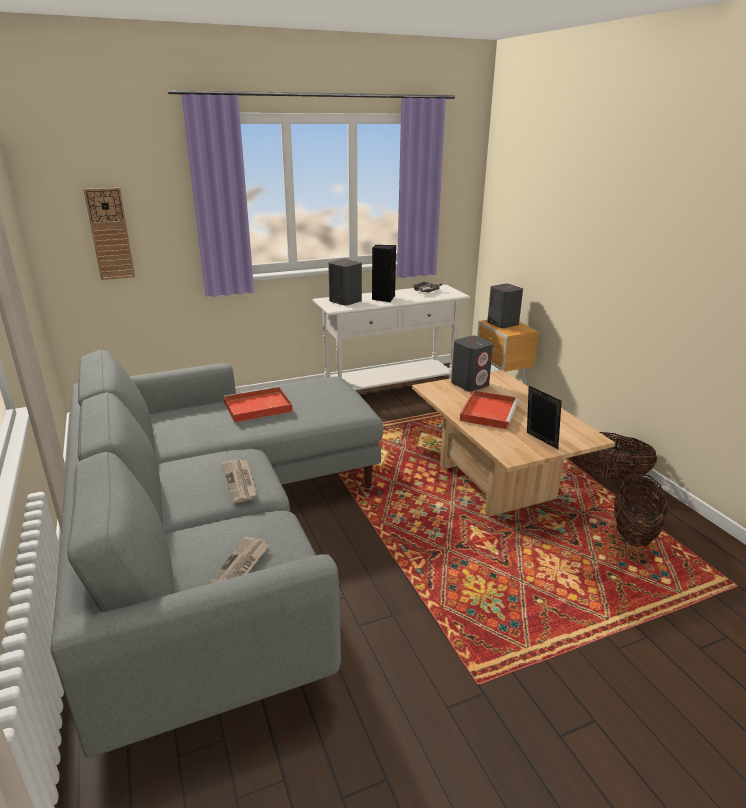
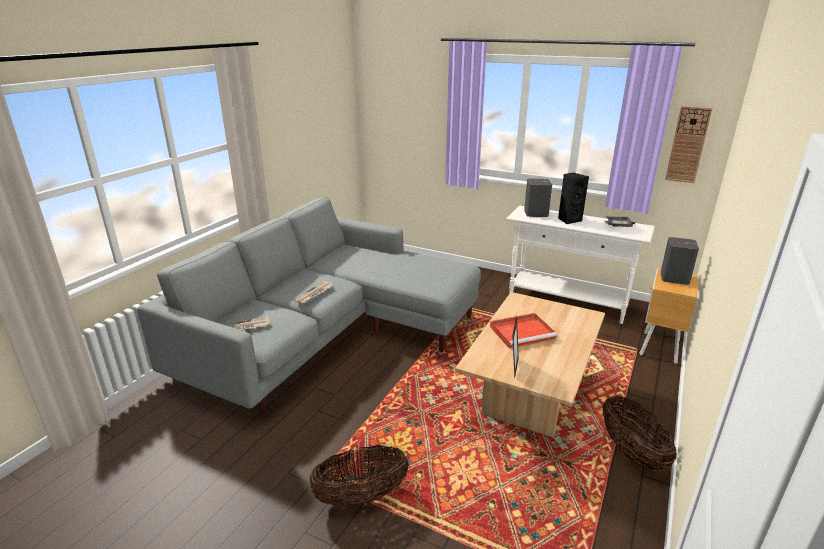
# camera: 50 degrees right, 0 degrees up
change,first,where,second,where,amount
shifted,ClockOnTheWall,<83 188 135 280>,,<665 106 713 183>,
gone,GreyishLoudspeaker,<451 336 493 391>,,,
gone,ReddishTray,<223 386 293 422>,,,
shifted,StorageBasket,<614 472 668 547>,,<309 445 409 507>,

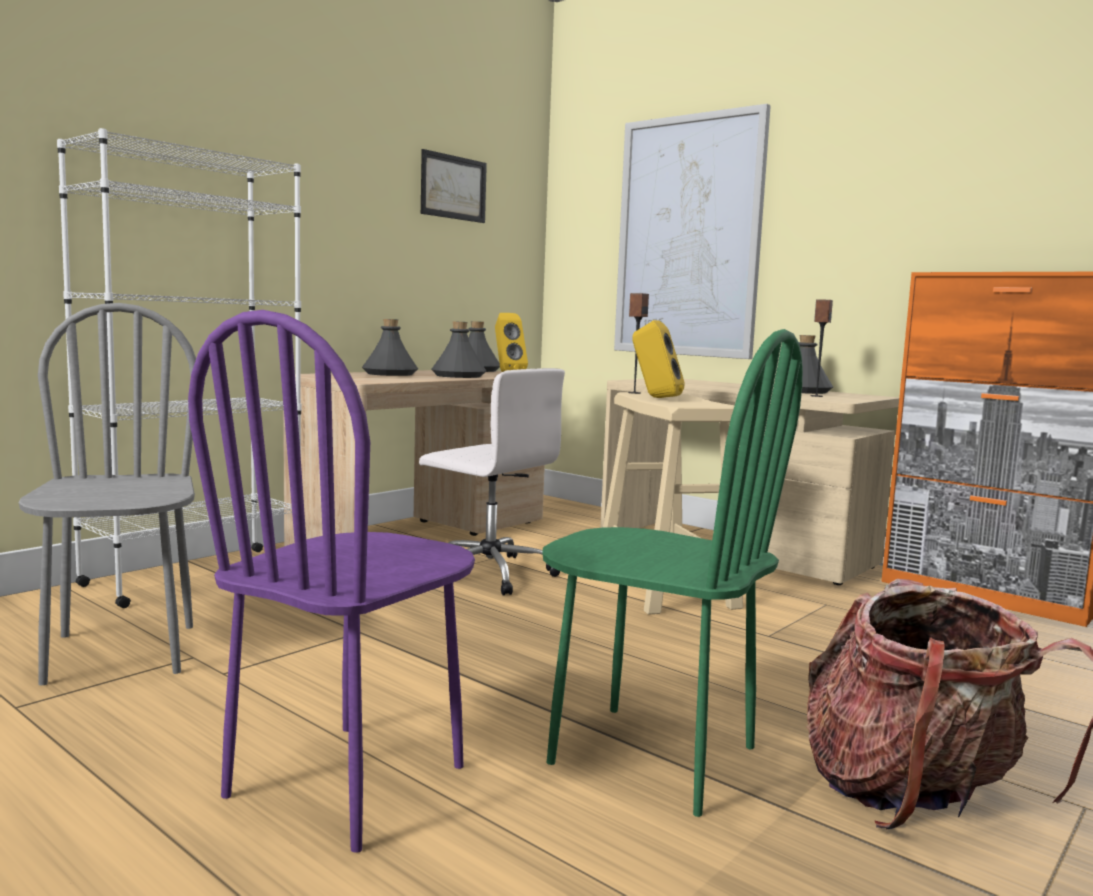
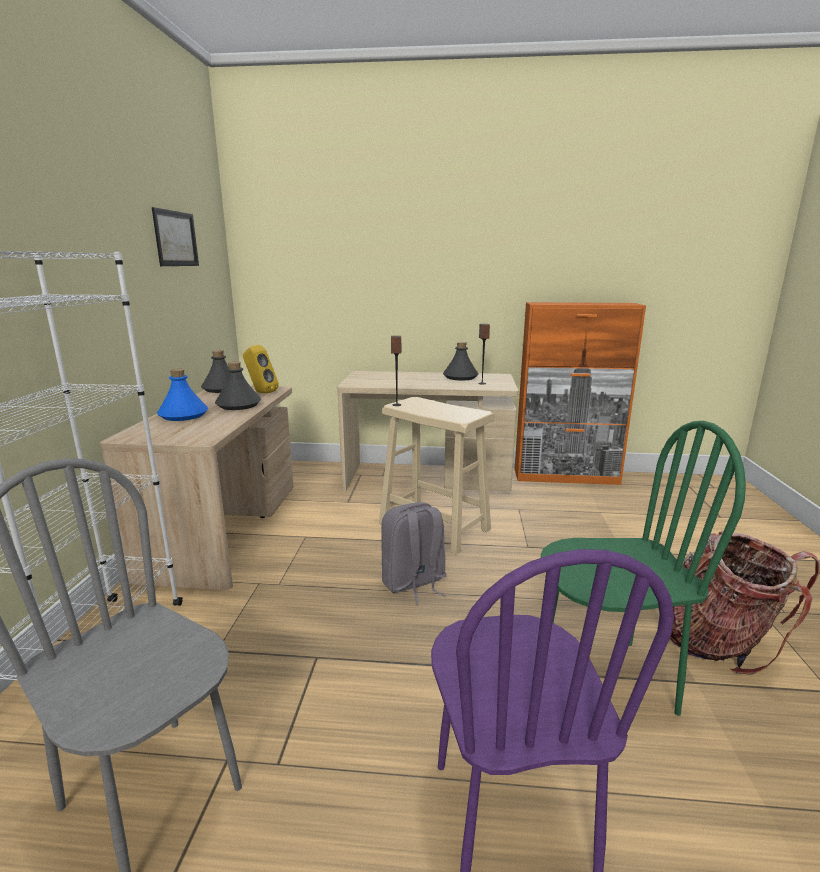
# camera: 35 degrees left, 10 degrees up
change,first,where,second,where,amount
gone,Picture,<614 104 771 359>,,,
repainted,GreyishDrinkBottle,<362 319 418 376>,BlueDrinkBottle,<157 369 208 421>,
gone,YellowishLoudspeaker,<632 320 685 398>,,,
gone,WhiteOfficeChair,<419 368 565 596>,,,
new,,,GreyishKnapsack,<381 502 447 605>,

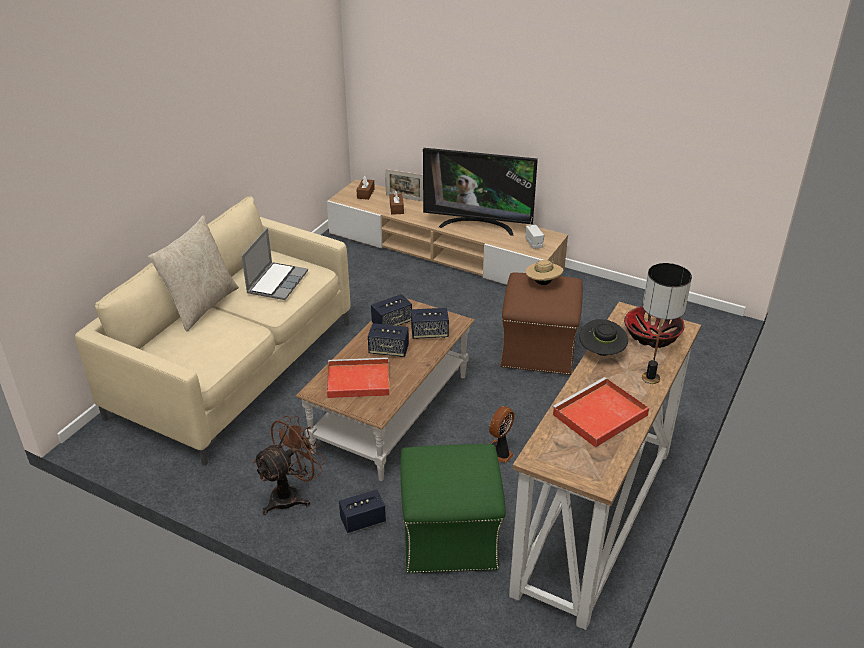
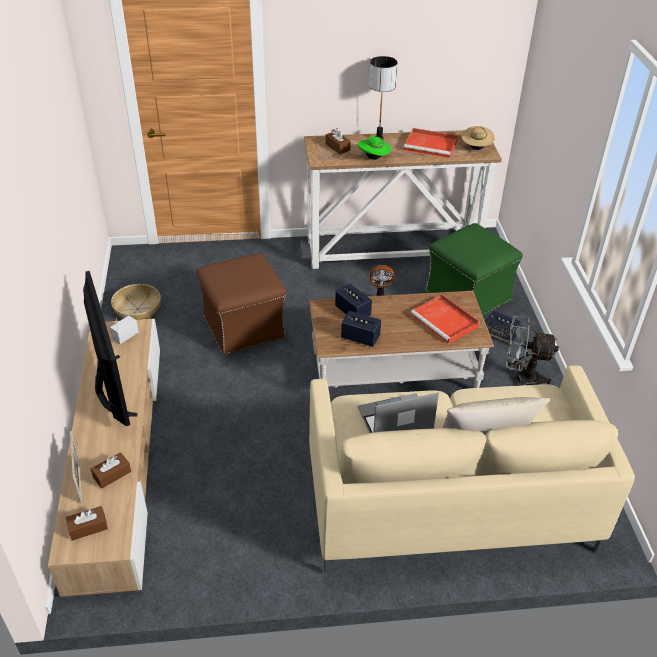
# camera: 125 degrees left, 5 degrees up
change,first,where,second,where,amount
shifted,SandColouredWearableHat,<526 258 563 285>,,<461 126 495 150>,
swapped,DeepDish,<624 306 685 348>,BrownishTissueBox,<325 128 351 154>,
repainted,BlackishWearableHat,<579 319 628 356>,GreenishWearableHat,<358 136 391 160>,
gone,Loudspeaker,<368 323 409 357>,,,
repainted,BrownishElectricFan,<252 415 326 515>,GreyishElectricFan,<506 316 559 386>,
new,,,StorageBasket,<111 284 161 320>,

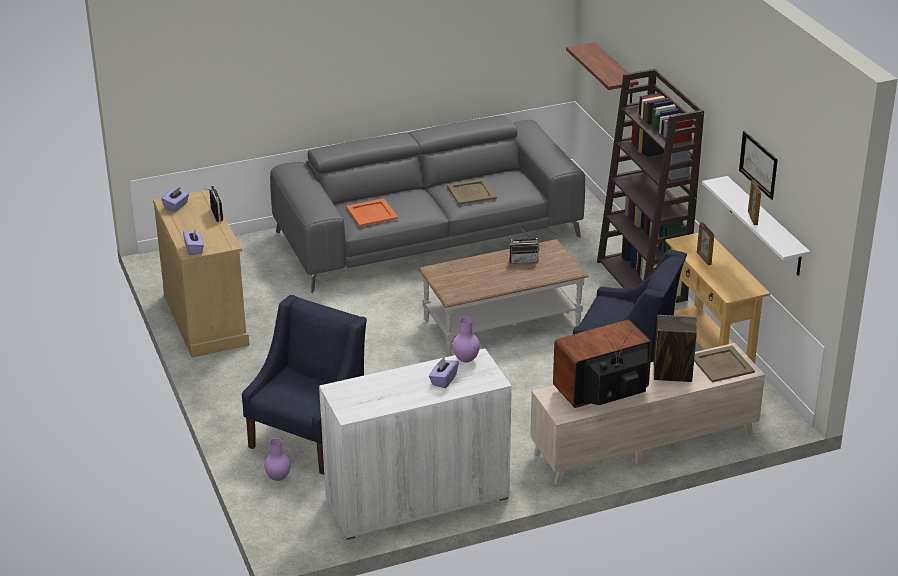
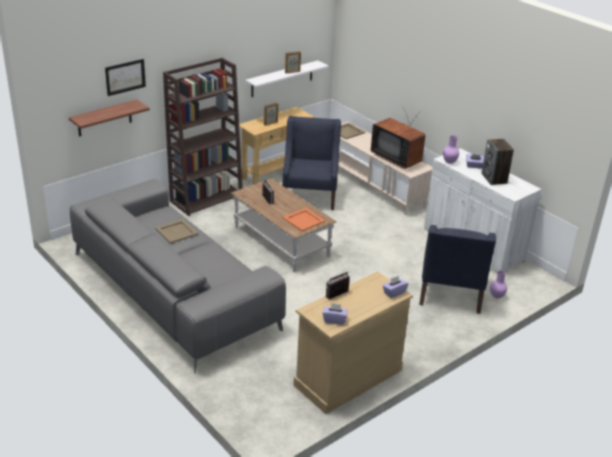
# camera: 110 degrees left, 0 degrees up
change,first,where,second,where,amount
shifted,Picture,<739 131 778 200>,,<105 59 146 96>,
shifted,OrangeColouredTray,<346 198 398 227>,,<283 208 325 231>,
rotated,BlueEasyChair,<242 295 367 475>,,<419 225 496 314>,90 degrees counterclockwise
shifted,Loudspeaker,<654 315 697 382>,,<482 139 514 185>,

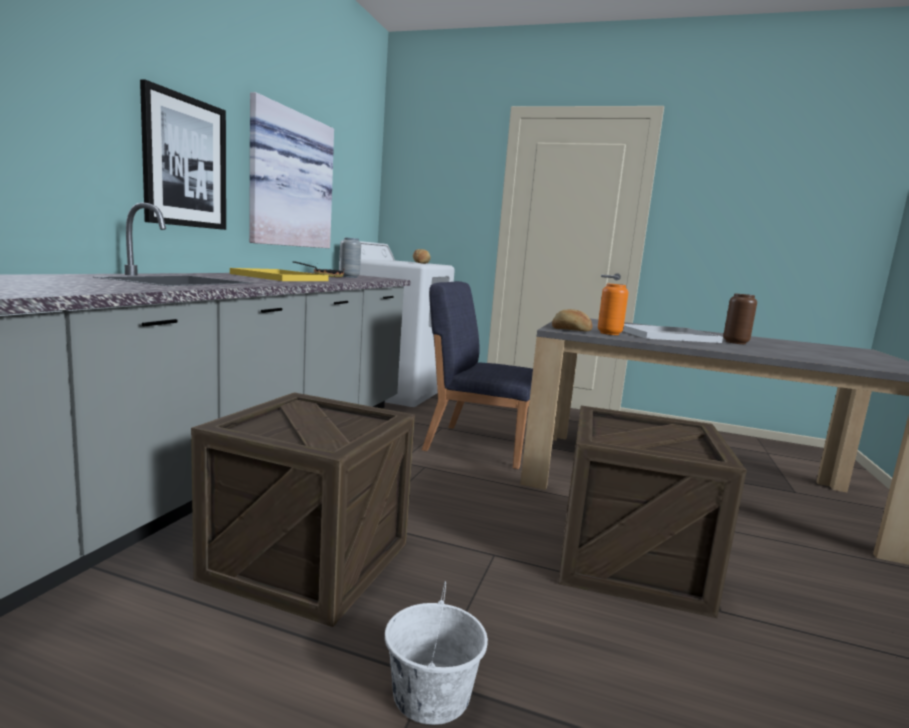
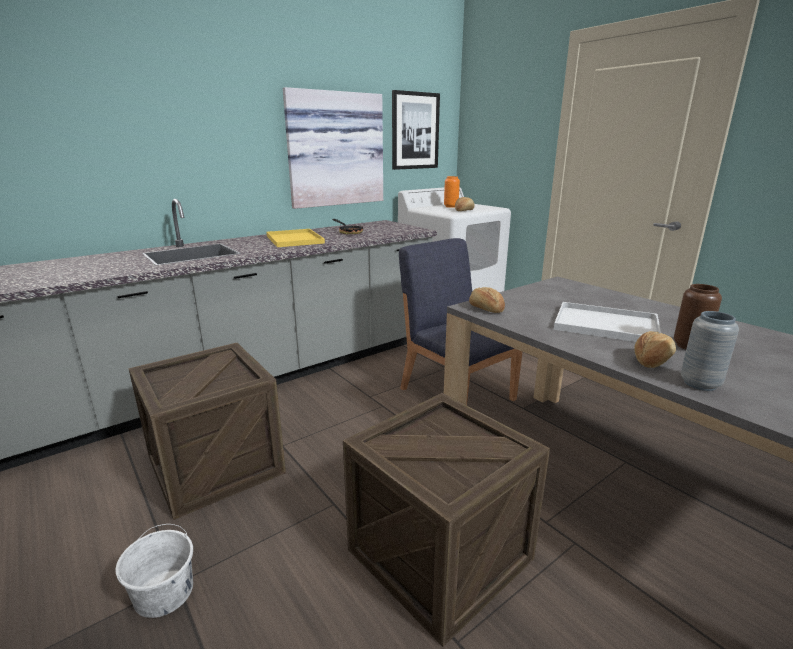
# camera: 35 degrees right, 10 degrees up
change,first,where,second,where,amount
shifted,Picture,<140 79 226 230>,,<392 90 440 170>,
shifted,GreyishVase,<340 237 361 278>,,<681 311 739 391>,
shifted,OrangeColouredVase,<598 283 628 335>,,<444 176 460 208>,
new,,,Bread,<634 331 676 368>,

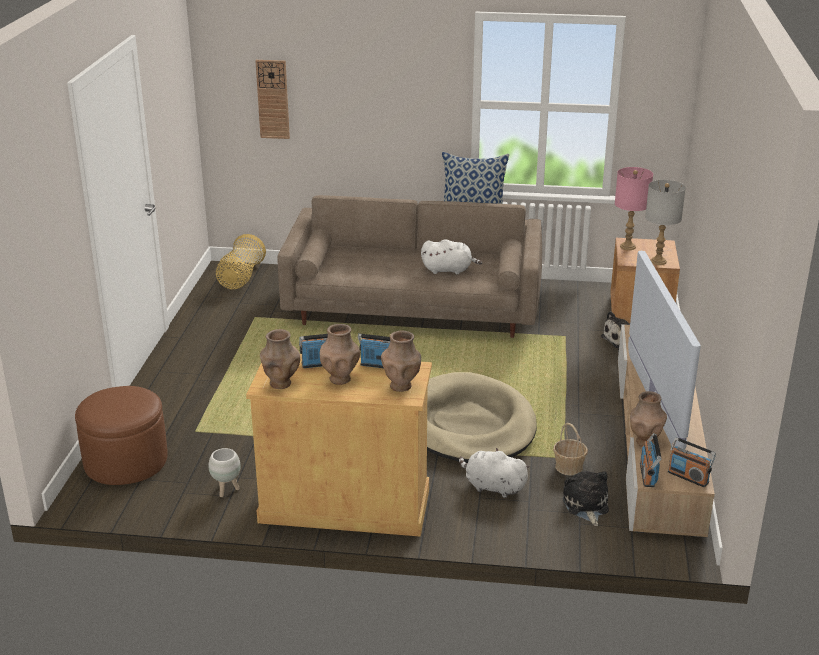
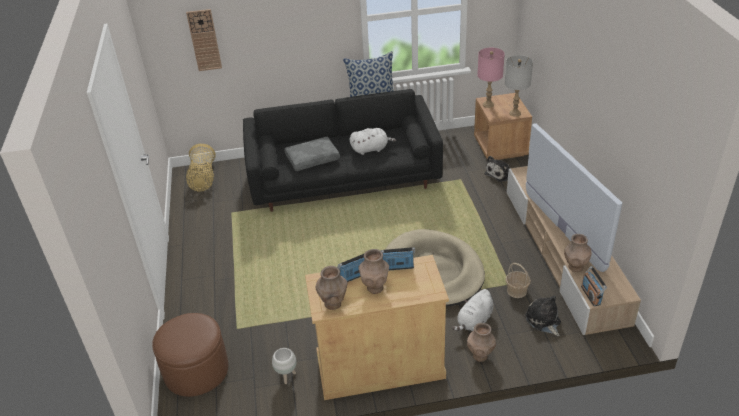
# camera: 15 degrees left, 10 degrees up
change,first,where,second,where,amount
repainted,SandColouredCouch,<277 195 542 338>,BlackishCouch,<243 89 443 212>,
shifted,BrownishVase,<381 331 421 392>,,<467 323 496 362>,
gone,RadioSet,<668 437 716 487>,,,
rotated,WhiteCuddlyToy,<459 448 530 498>,,<452 289 494 331>,60 degrees counterclockwise
new,,,GreyishThrowPillow,<284 137 340 171>,

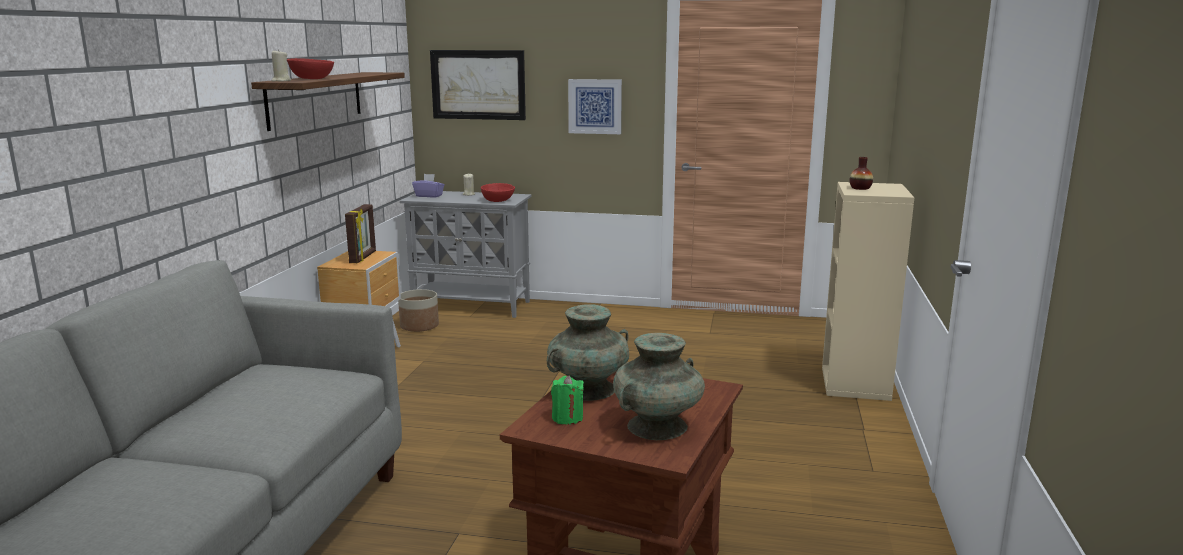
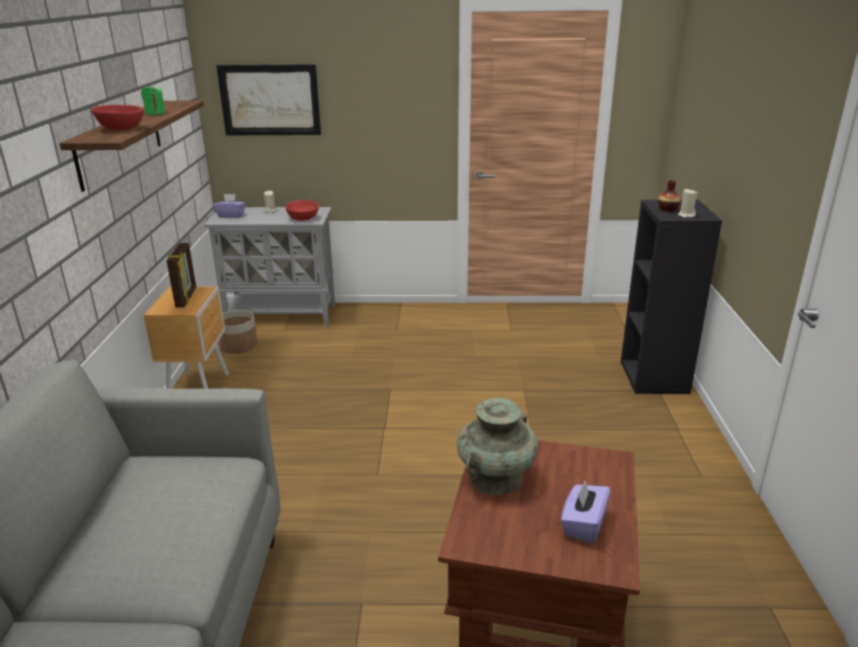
# camera: 10 degrees left, 10 degrees up
change,first,where,second,where,amount
shifted,SandColouredCandle,<271 49 291 82>,,<678 188 697 218>,
gone,Picture,<568 79 622 134>,,,
repainted,SandColouredShelvingUnit,<822 182 914 401>,BlackishShelvingUnit,<621 200 722 394>,
swapped,TurquoiseVase,<613 333 705 440>,PurpleColouredTissueBox,<561 479 611 543>,
shifted,GreenishCandle,<551 376 584 425>,,<141 84 165 115>,

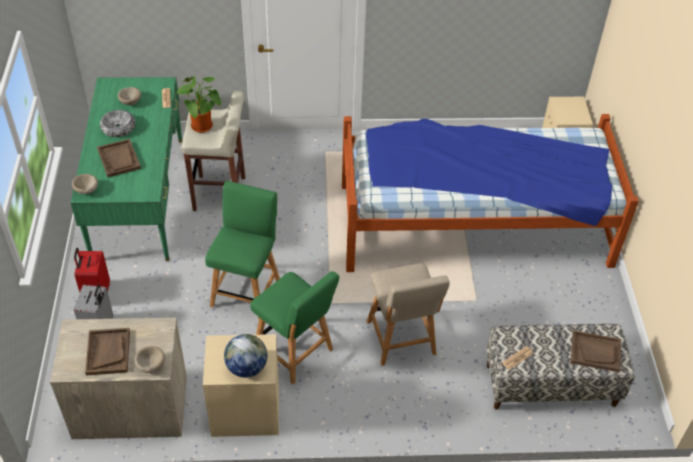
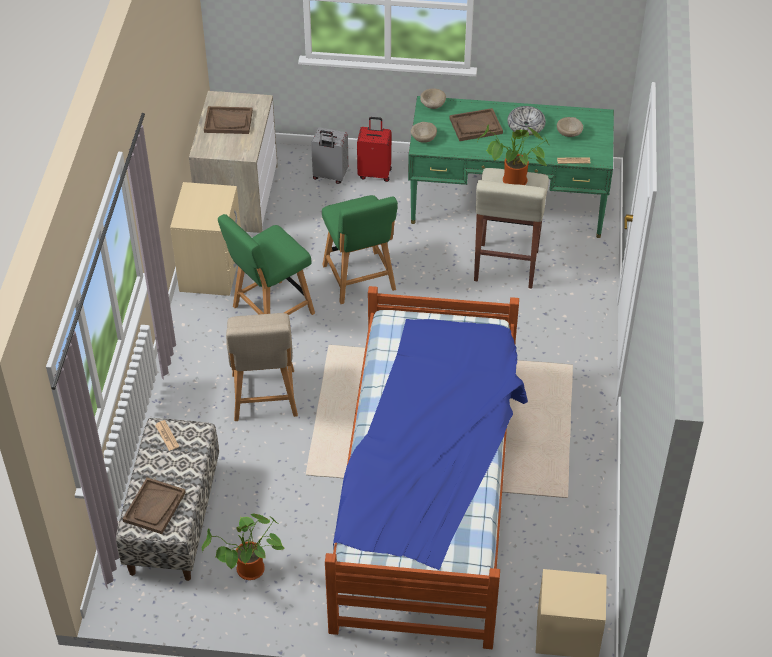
# camera: 100 degrees right, 0 degrees up
change,first,where,second,where,amount
rotated,GreenishPlainChair,<205 181 280 319>,,<322 195 398 304>,45 degrees clockwise
rotated,SandColouredPlainChair,<367 263 450 366>,,<226 313 298 421>,90 degrees counterclockwise
gone,DeskGlobe,<224 334 267 378>,,,
shifted,SandColouredDeepDish,<134 346 165 373>,,<411 122 437 143>,
new,,,PlantInAPot,<202 514 284 580>,

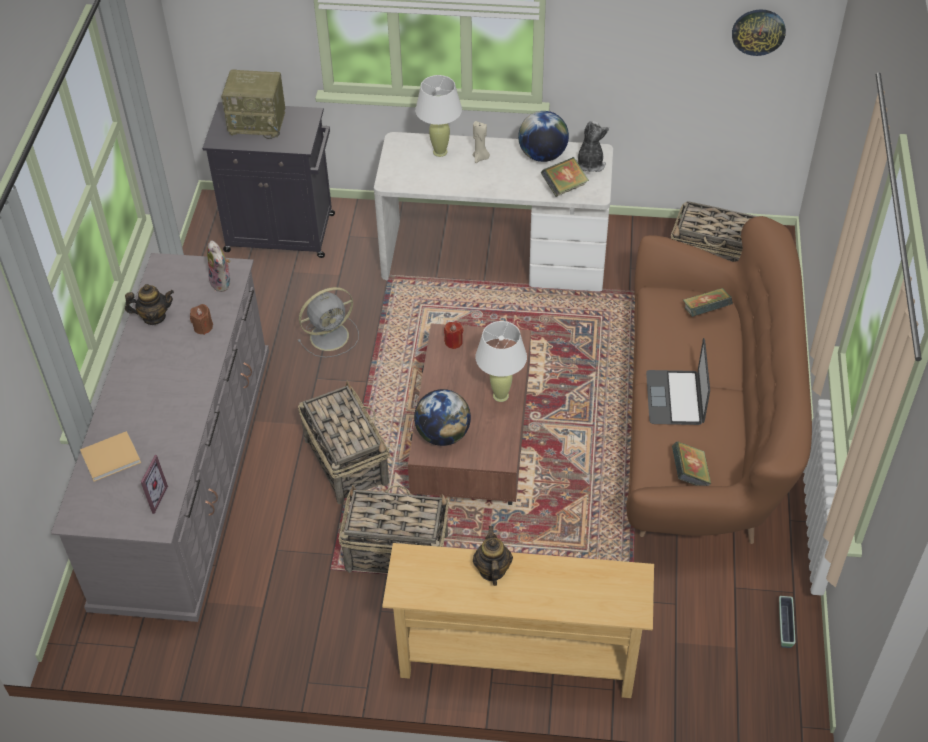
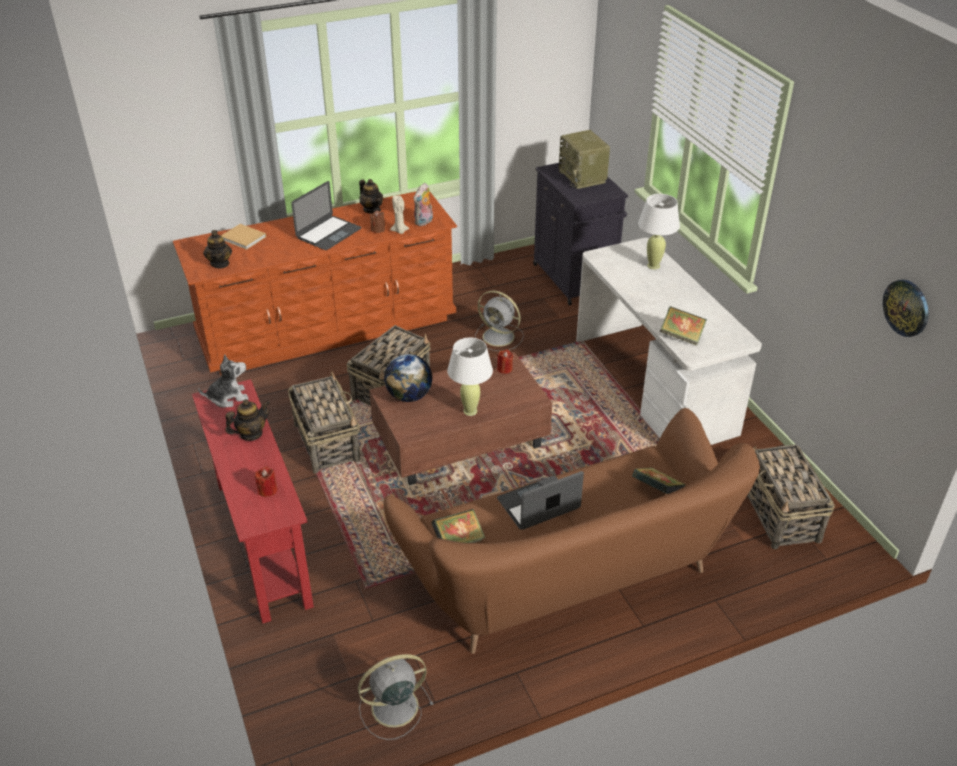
# camera: 60 degrees right, 10 degrees down
change,first,where,second,where,amount
gone,DeskGlobe,<518 111 569 162>,,,
shifted,SandColouredCandle,<473 121 490 163>,,<390 196 409 234>,
shifted,CuddlyToy,<576 121 609 172>,,<198 354 249 408>,
repainted,GreyishDresser,<51 253 269 622>,BrownishDresser,<173 191 457 375>,
swapped,StandingFrame,<141 455 168 514>,Teapot,<203 230 232 268>,
repainted,SandColouredHallTable,<382 543 654 698>,ReddishHallTable,<192 379 314 624>,
swapped,Planter,<779 596 795 648>,GreyishElectricFan,<358 654 433 740>,
new,,,NotebookComputer,<292 181 361 250>,
new,,,ReddishCandle,<255 467 277 497>,

